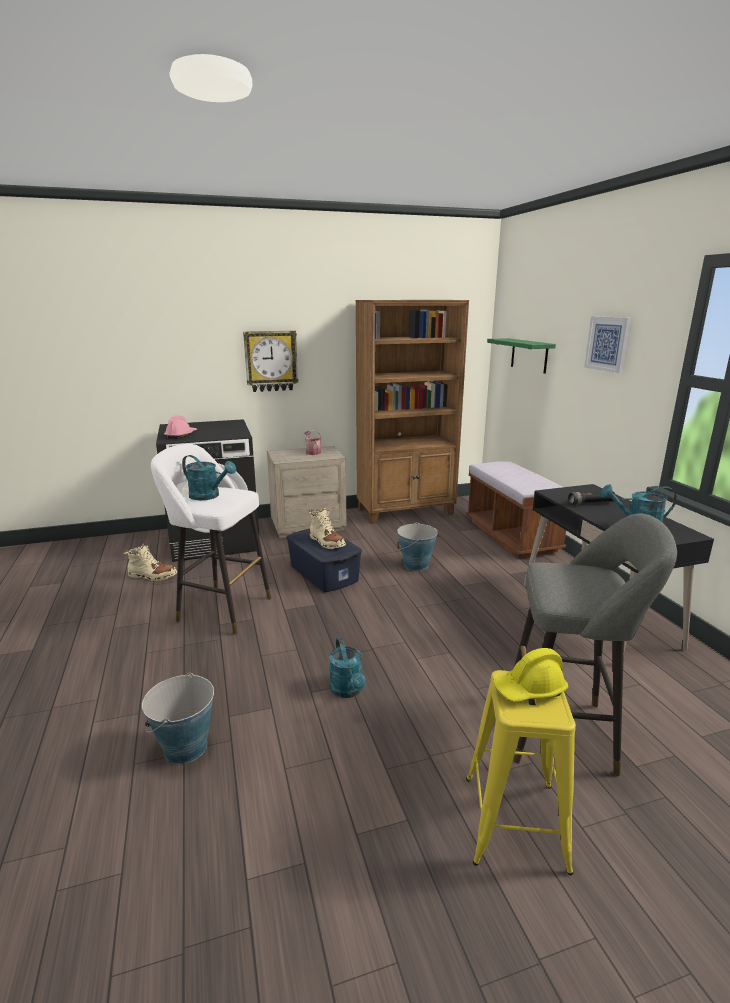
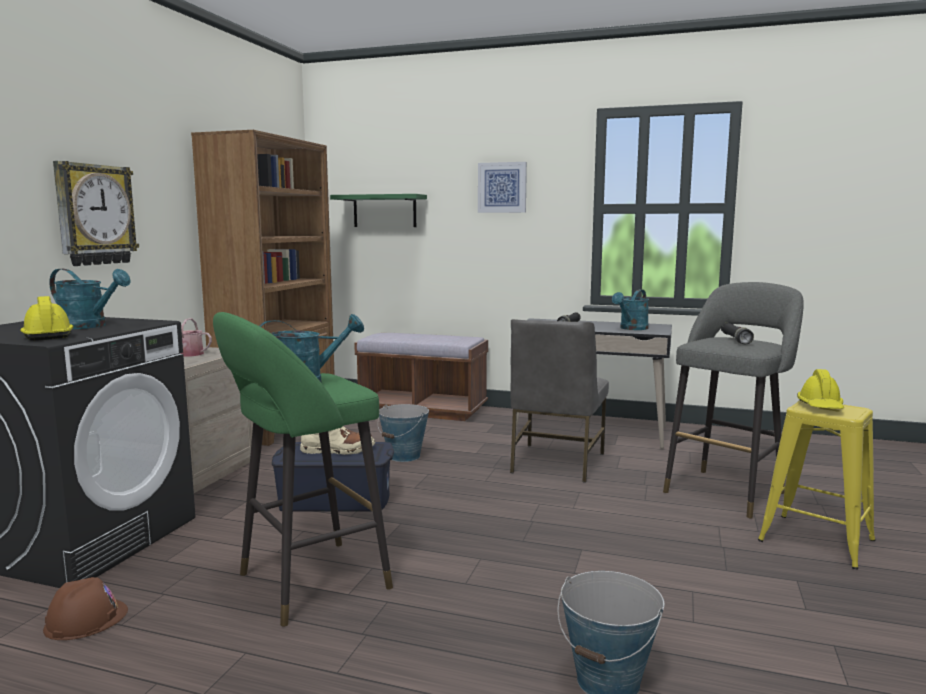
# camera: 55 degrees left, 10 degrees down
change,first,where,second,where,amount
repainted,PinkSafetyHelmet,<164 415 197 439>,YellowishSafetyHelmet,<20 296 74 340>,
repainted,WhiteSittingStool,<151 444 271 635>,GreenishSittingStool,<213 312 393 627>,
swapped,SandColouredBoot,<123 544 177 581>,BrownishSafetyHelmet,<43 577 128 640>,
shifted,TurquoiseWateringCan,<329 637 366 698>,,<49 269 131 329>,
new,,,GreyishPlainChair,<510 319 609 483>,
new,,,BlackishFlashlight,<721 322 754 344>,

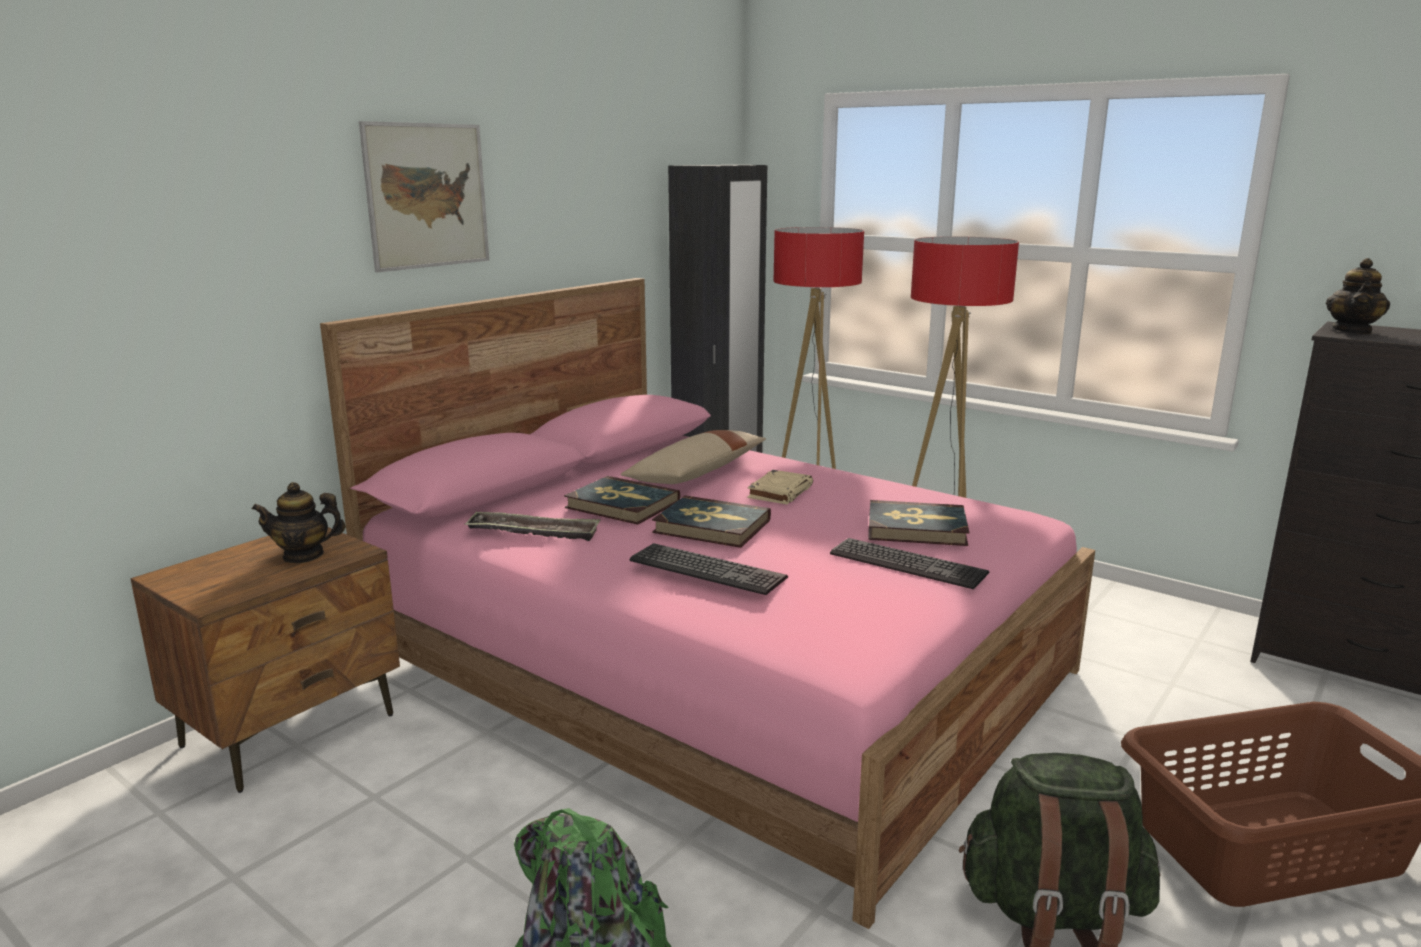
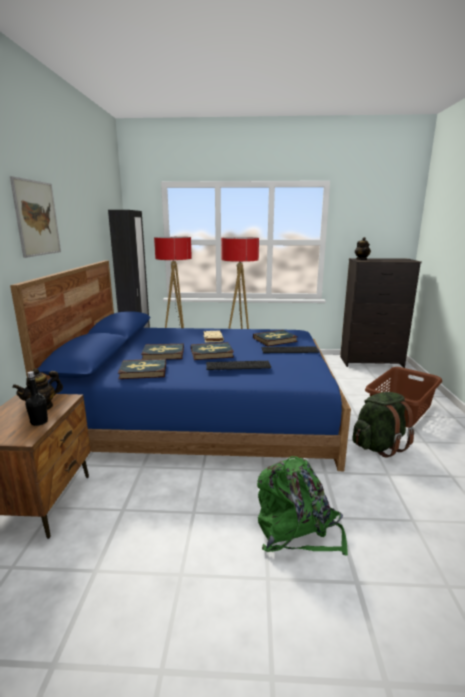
# camera: 35 degrees left, 0 degrees up
change,first,where,second,where,amount
repainted,PinkBed,<320 278 1095 929>,BlueBed,<10 260 351 471>,
gone,SandColouredThrowPillow,<621 430 766 484>,,,
swapped,Tray,<464 512 600 541>,Book,<118 359 166 379>,
new,,,BlackishDrinkBottle,<25 371 48 426>,

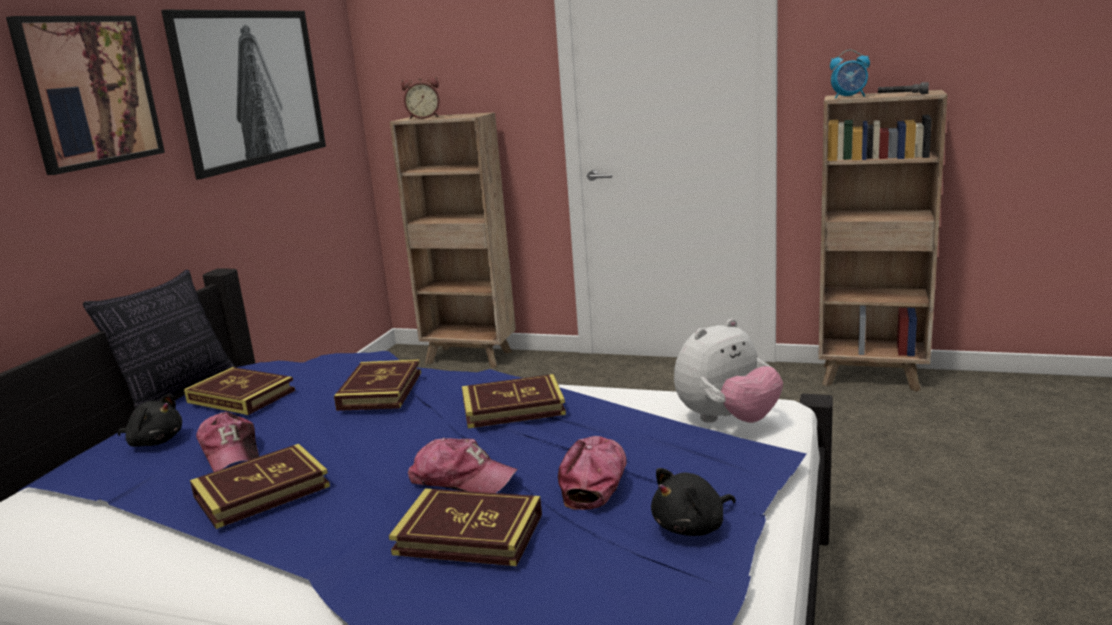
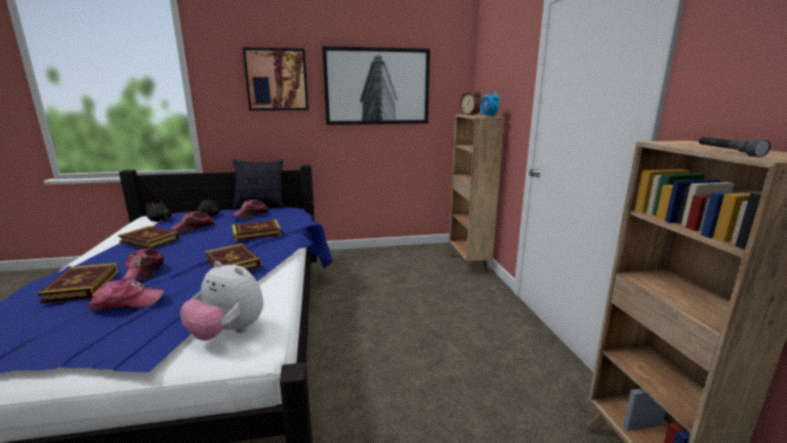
# camera: 60 degrees right, 0 degrees up
change,first,where,second,where,amount
shifted,TableClock,<830 50 870 99>,,<480 90 499 117>,
swapped,Book,<184 367 295 415>,Cap,<232 200 269 219>,
shifted,BlackishCuddlyToy,<651 468 736 536>,,<146 200 172 222>,

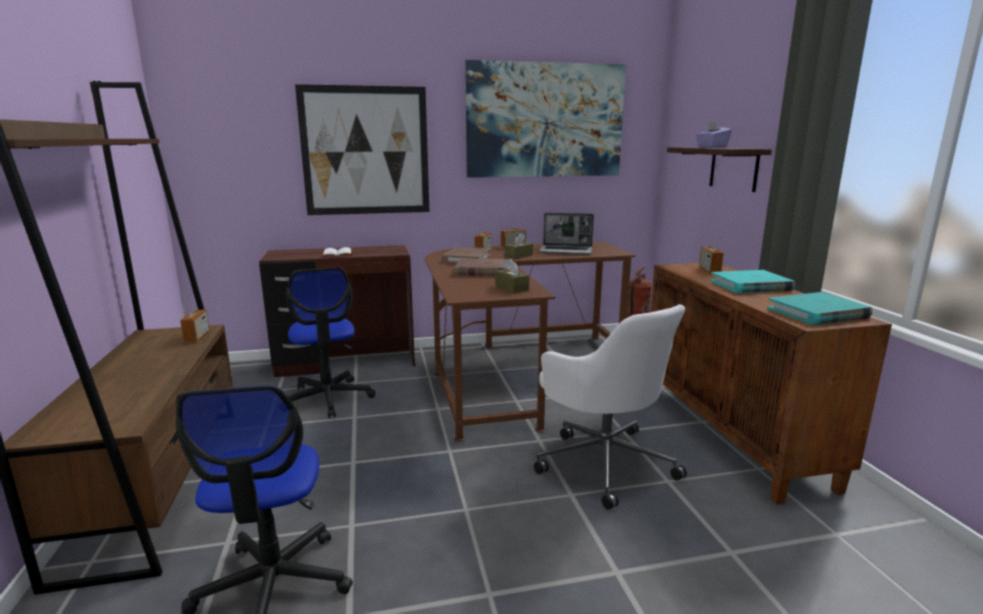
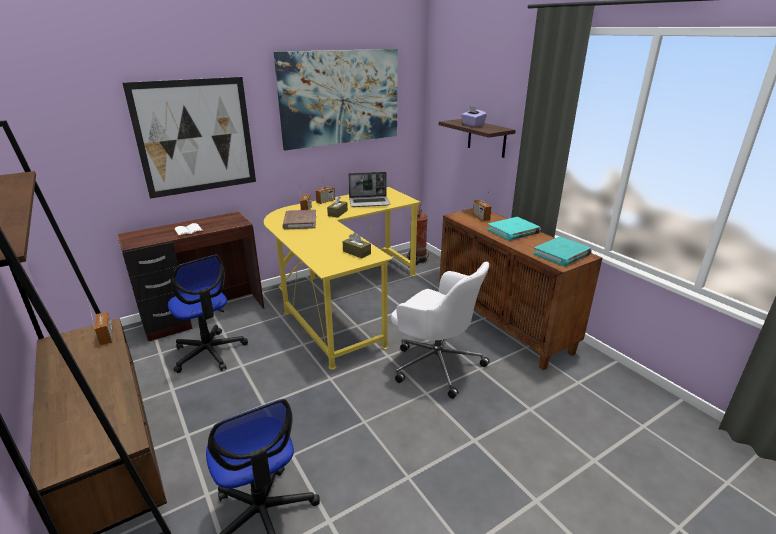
# camera: 20 degrees left, 10 degrees up
change,first,where,second,where,amount
repainted,BrownishDeskTable,<425 241 636 442>,YellowishDeskTable,<264 187 421 370>,
gone,BrownishBook,<455 258 509 276>,,,

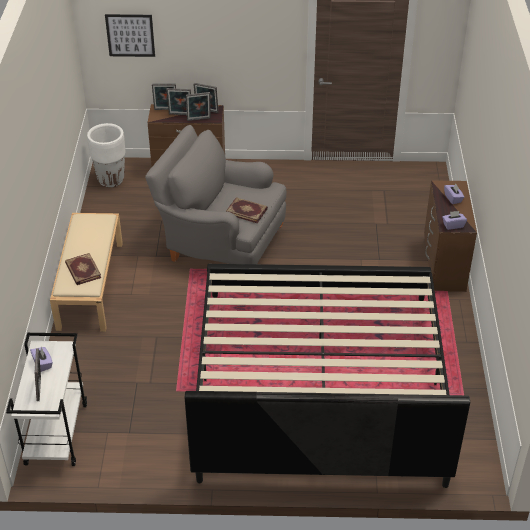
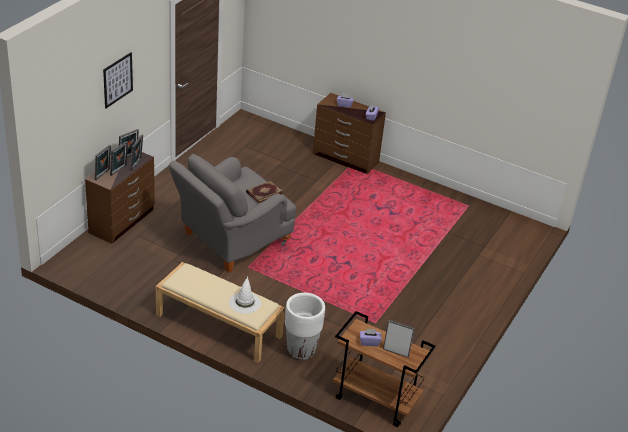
# camera: 65 degrees left, 5 degrees down
change,first,where,second,where,amount
shifted,Picture,<105 14 155 57>,,<103 52 133 108>,
shifted,WhitePlanter,<87 123 125 187>,,<285 293 325 360>,
swapped,Book,<65 253 101 285>,WhiteWearableHat,<229 277 261 314>,
gone,Bed,<185 264 470 488>,,,
repainted,WhiteWheeledCart,<6 333 87 466>,BrownishWheeledCart,<333 311 436 427>,

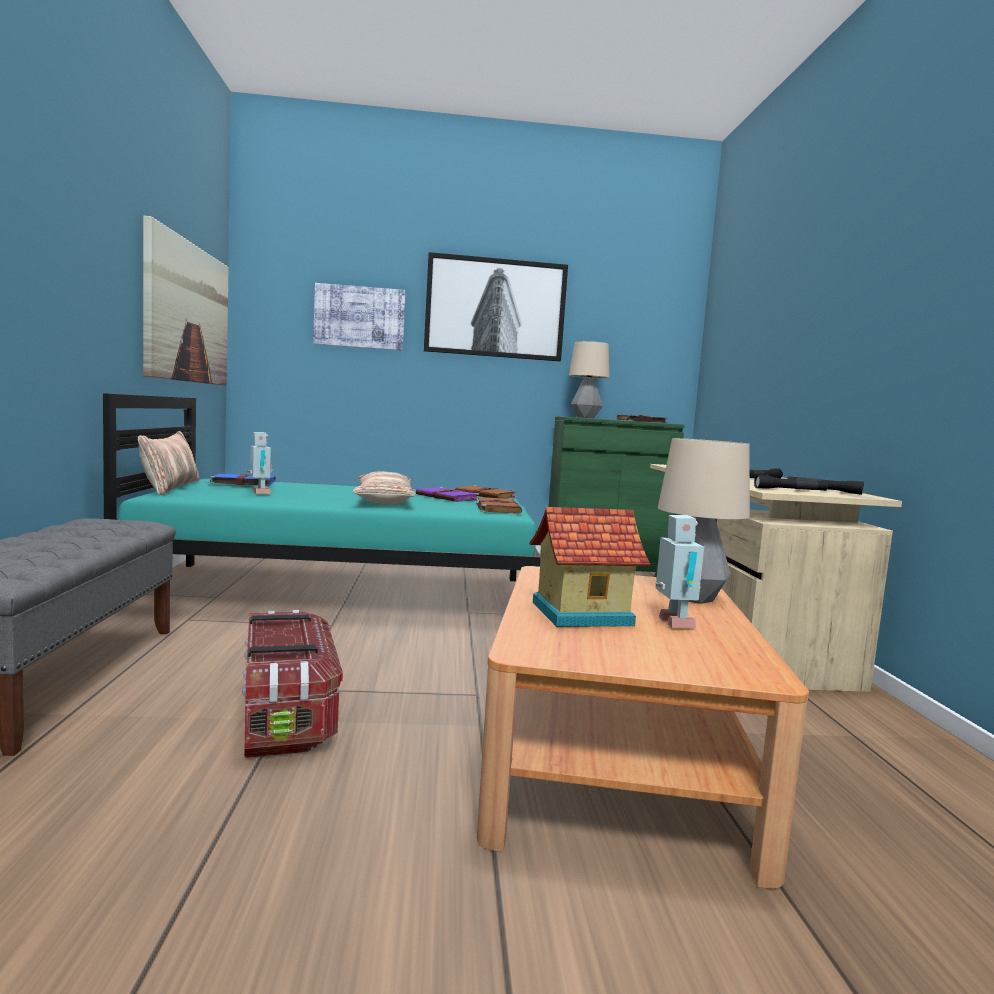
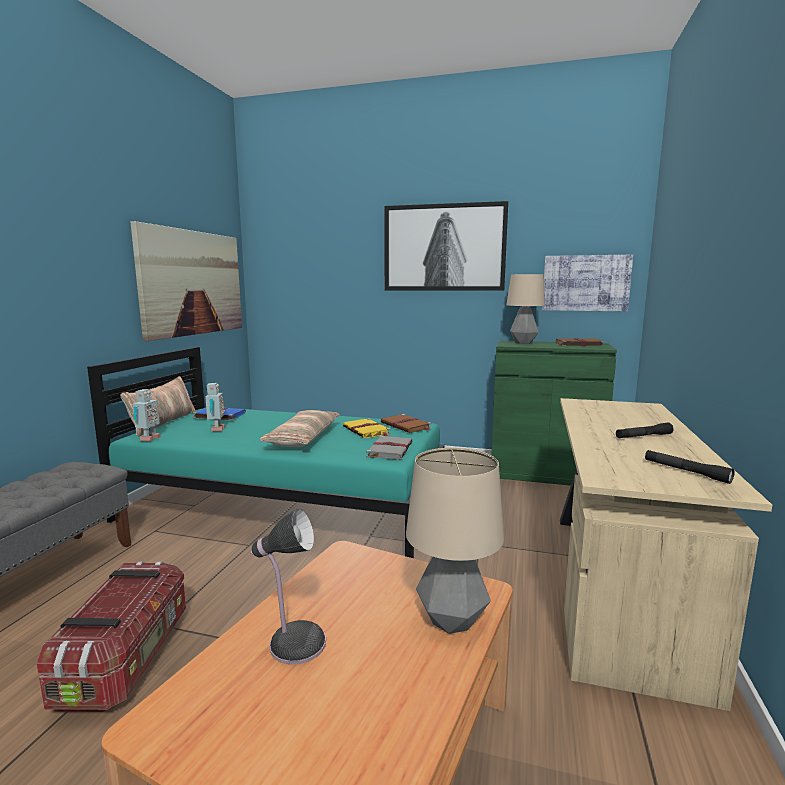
# camera: 20 degrees right, 5 degrees up
change,first,where,second,where,amount
shifted,Picture,<313 283 406 351>,,<542 255 633 311>,
gone,BlackishFlashlight,<754 475 828 491>,,,
repainted,PurpleColouredBook,<416 487 479 502>,YellowishBook,<343 418 391 438>,
repainted,BrownishBook,<476 497 522 514>,GreyishBook,<366 435 413 460>,
swapped,ToyHouse,<530 507 650 627>,LampForATable,<251 509 326 665>,
shifted,ToyRobot,<656 515 704 629>,,<133 389 161 442>,

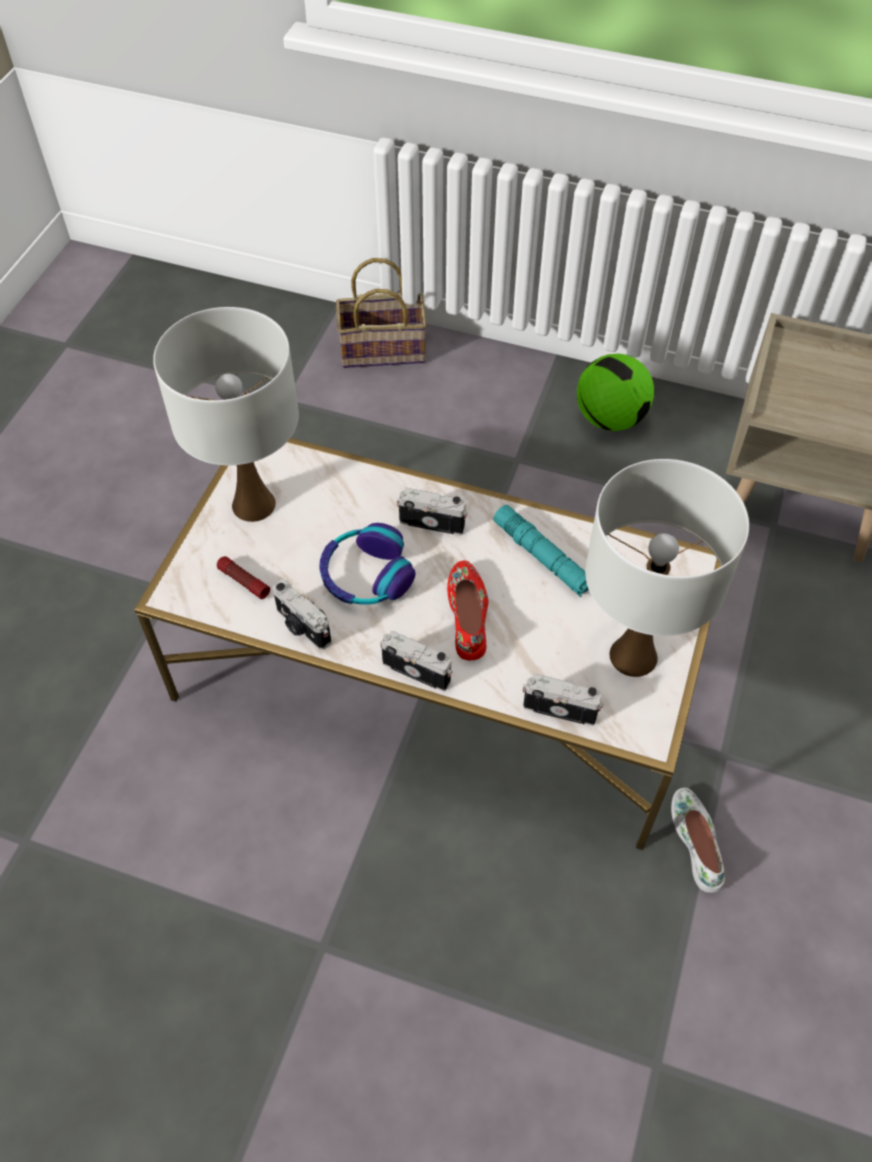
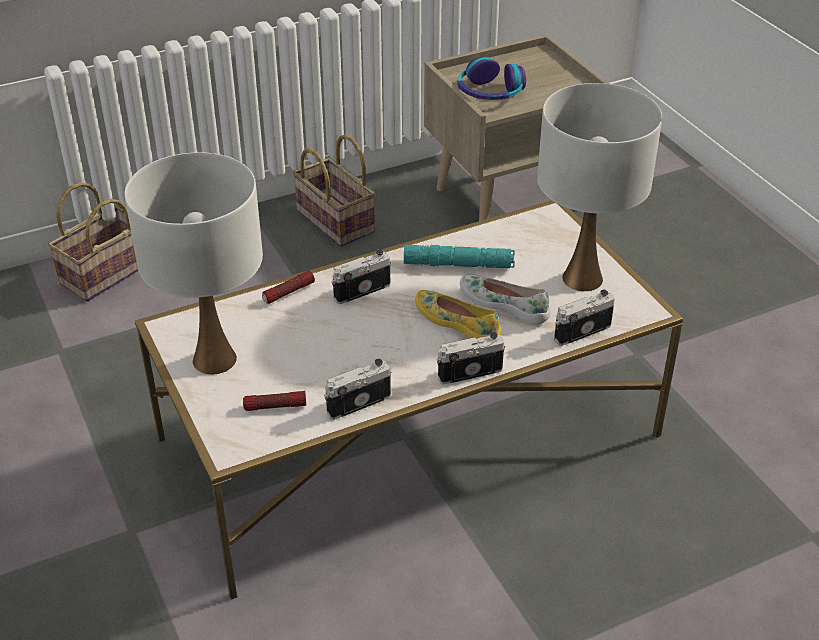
# camera: 45 degrees left, 15 degrees down
change,first,where,second,where,amount
swapped,Football,<577 354 654 431>,StorageBasket,<293 135 376 247>,
shifted,Headset,<319 523 416 605>,,<457 57 526 100>,
repainted,ReddishLowShoe,<447 561 488 660>,YellowishLowShoe,<415 290 501 339>,
rotated,StillCamera,<272 580 331 650>,,<324 359 391 420>,150 degrees clockwise
shifted,WhiteLowShoe,<671 787 725 893>,,<460 274 551 325>,
new,,,Flashlight,<262 270 315 304>,

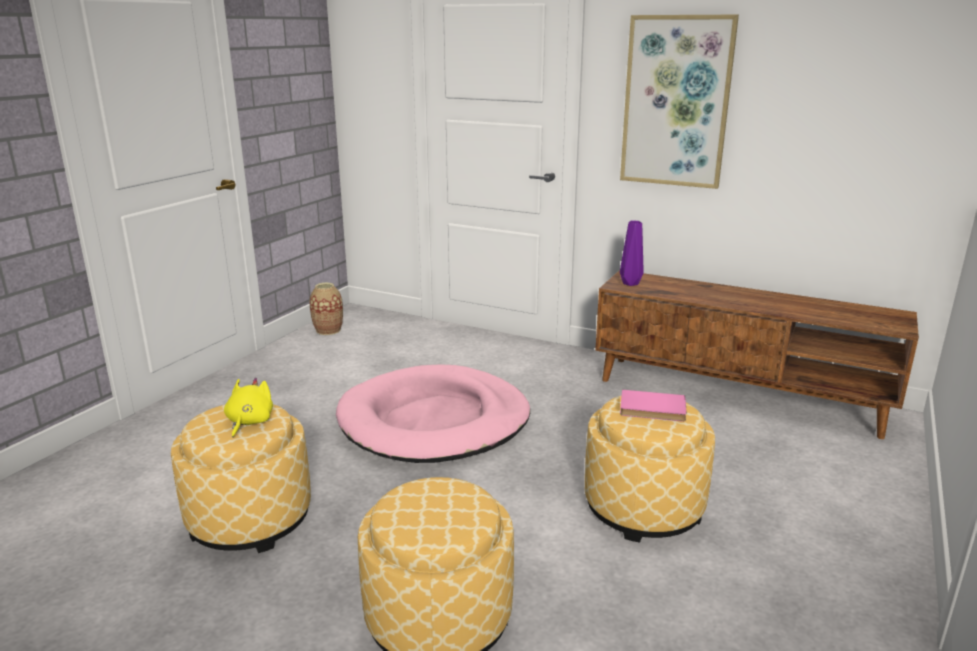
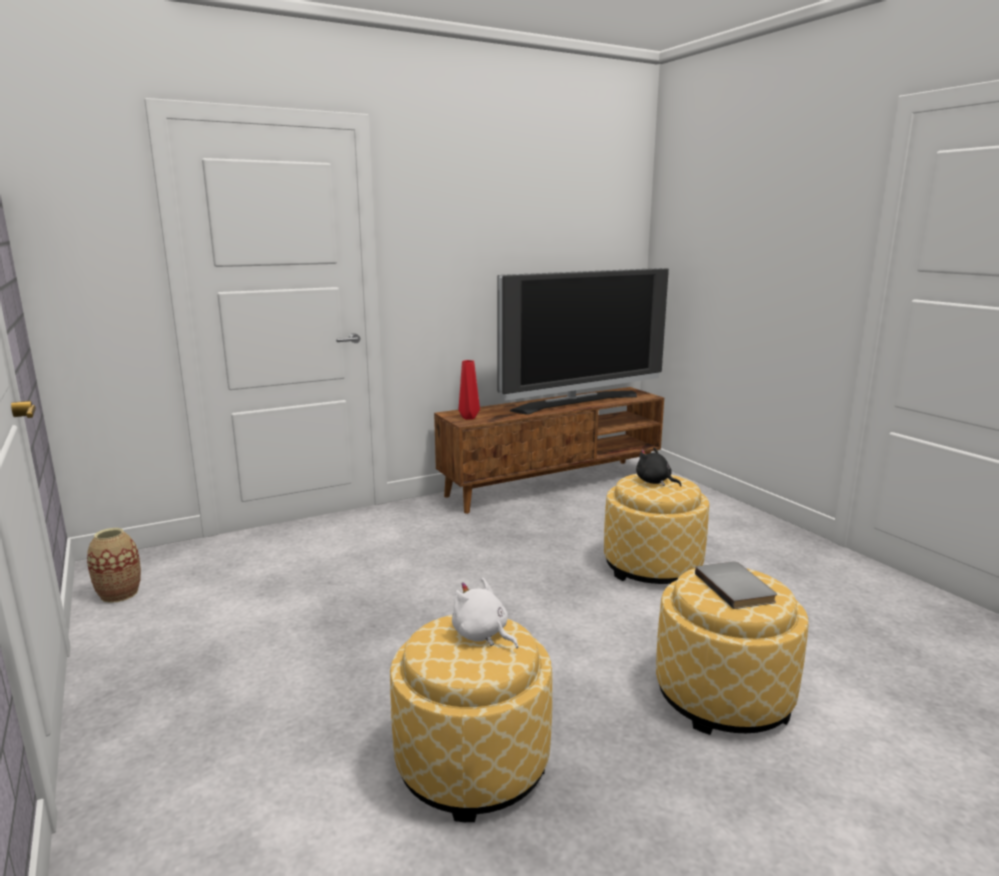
# camera: 55 degrees left, 5 degrees down
change,first,where,second,where,amount
gone,Picture,<620 15 739 189>,,,
repainted,PurpleColouredVase,<620 221 643 286>,ReddishVase,<459 360 480 420>,
gone,PinkDogCushion,<336 364 530 463>,,,
repainted,YellowishCuddlyToy,<224 378 273 438>,WhiteCuddlyToy,<452 578 518 649>,
swapped,PinkBook,<620 390 687 421>,BlackishCuddlyToy,<636 447 682 487>,
new,,,Tv,<497 268 669 415>,
new,,,GreyishBook,<695 562 777 609>,

